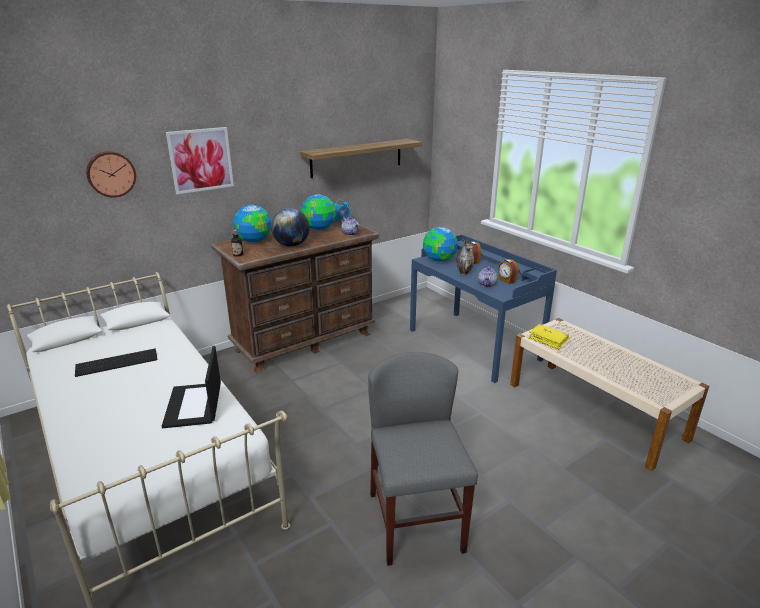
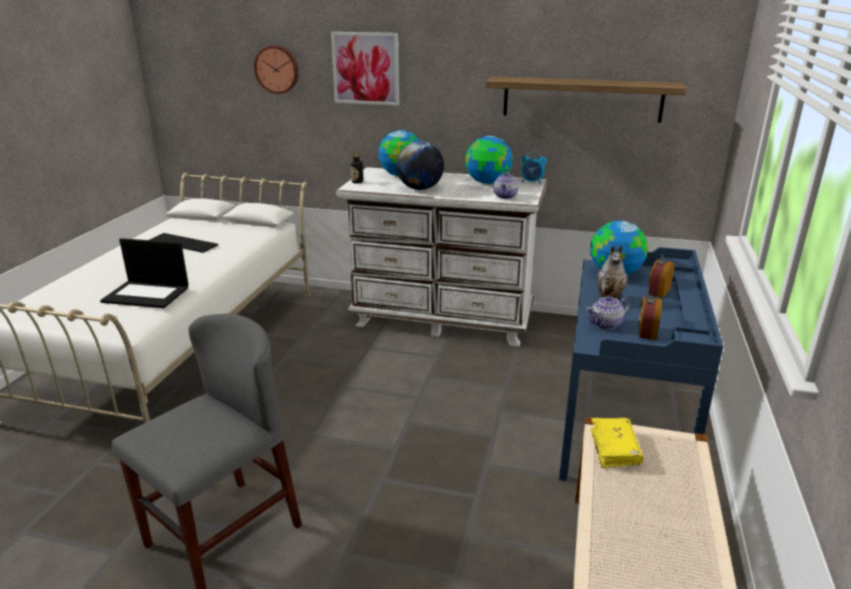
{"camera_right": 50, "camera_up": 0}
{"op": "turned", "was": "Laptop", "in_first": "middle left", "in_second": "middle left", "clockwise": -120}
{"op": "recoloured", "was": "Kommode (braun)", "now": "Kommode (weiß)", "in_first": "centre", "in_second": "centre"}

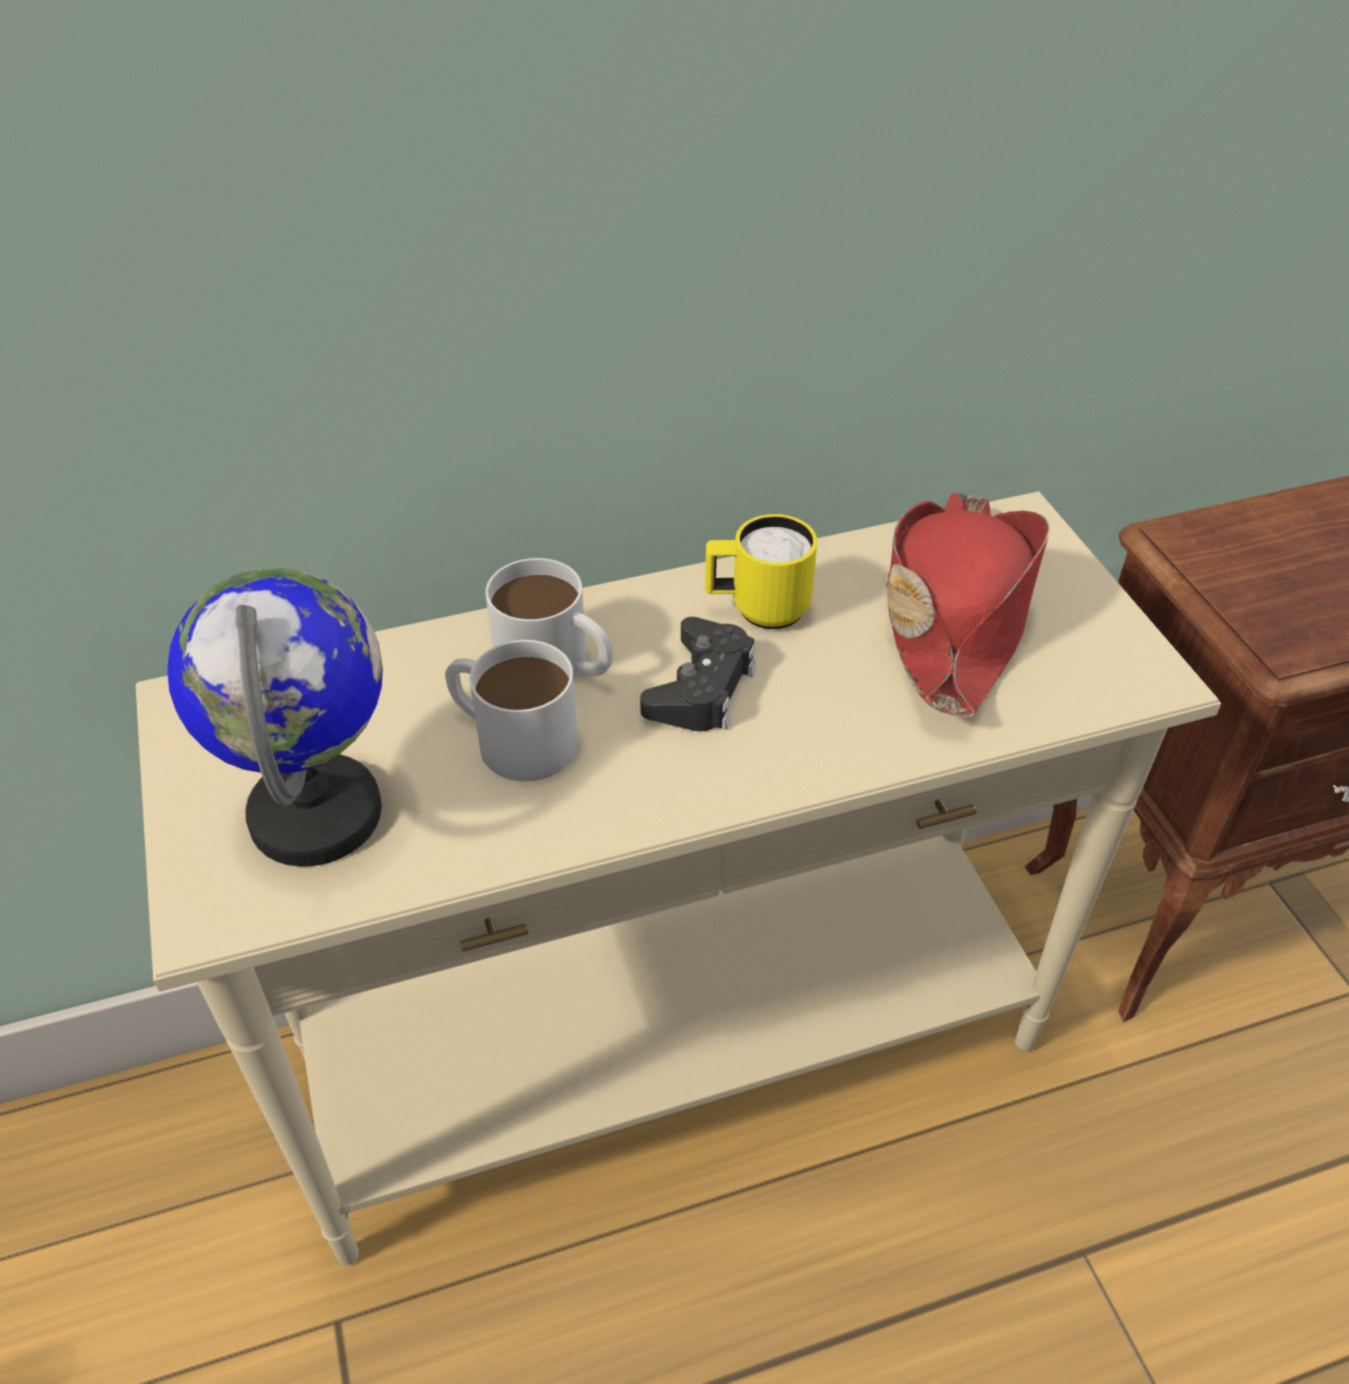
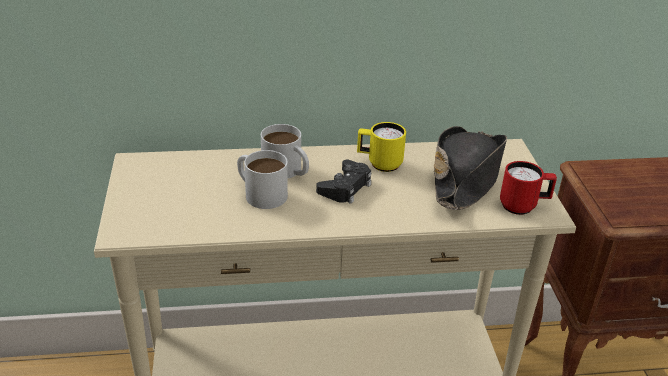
{"camera_right": 10, "camera_up": -10}
{"op": "removed", "was": "Globus", "in_first": "middle left"}
{"op": "recoloured", "was": "Hut (rot)", "now": "Hut (schwarz)", "in_first": "middle right", "in_second": "middle right"}
{"op": "added", "now": "Henkelbecher (rot)", "in_second": "middle right"}

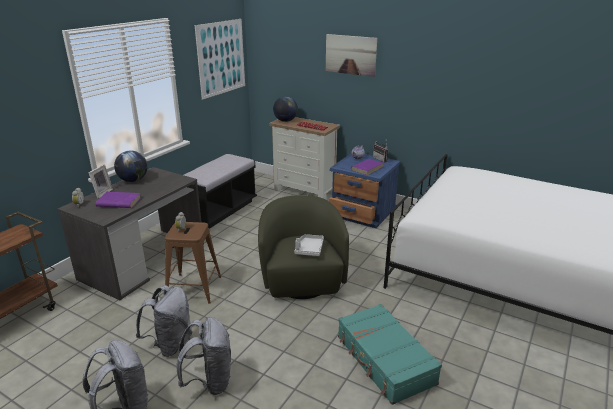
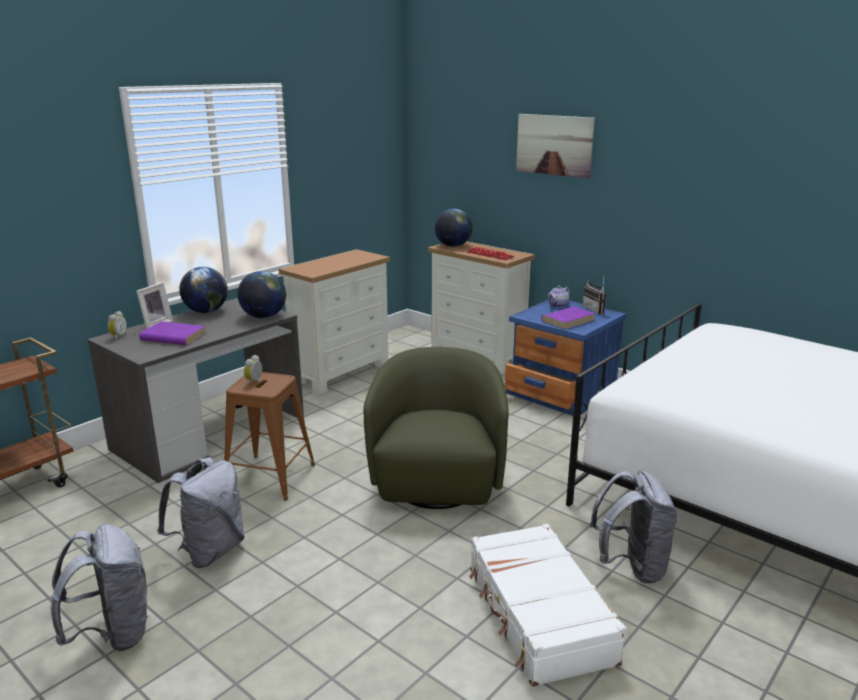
{"camera_right": 10, "camera_up": -5}
{"op": "moved", "was": "Rucksack (grau) (3rd from left)", "in_first": "bottom left", "in_second": "bottom right"}
{"op": "replaced", "was": "Bank (schwarz)", "now": "Kommode (weiß) (1st from left)", "in_first": "centre", "in_second": "centre"}
{"op": "removed", "was": "Bild (1st from left)", "in_first": "top centre"}
{"op": "removed", "was": "Tablett (grau)", "in_first": "centre"}
{"op": "recoloured", "was": "Koffer (türkis)", "now": "Koffer (weiß)", "in_first": "bottom centre", "in_second": "bottom centre"}
{"op": "added", "now": "Globus (2nd from left)", "in_second": "middle left"}

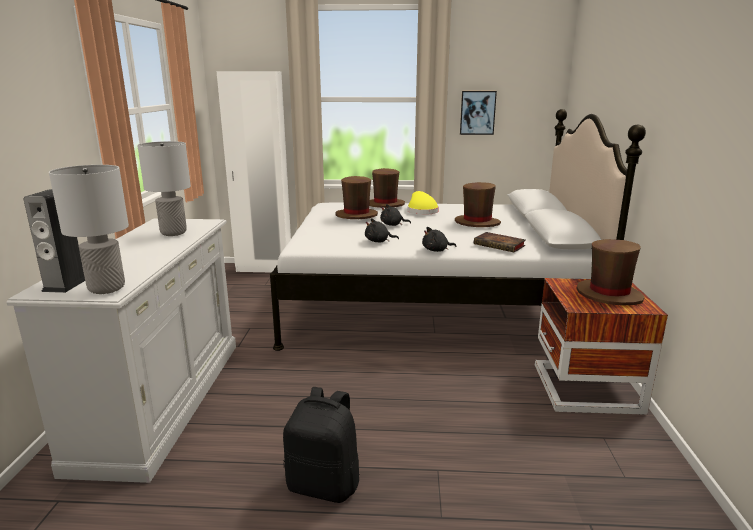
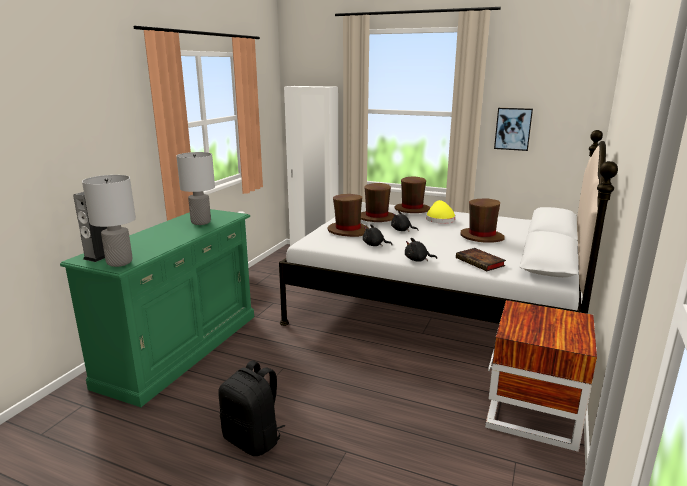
{"camera_right": 20, "camera_up": 0}
{"op": "recoloured", "was": "Kommode (weiß)", "now": "Kommode (grün)", "in_first": "middle left", "in_second": "middle left"}
{"op": "moved", "was": "Hut (braun) (4th from left in the first image)", "now": "Hut (braun) (1st from left)", "in_first": "middle right", "in_second": "centre"}

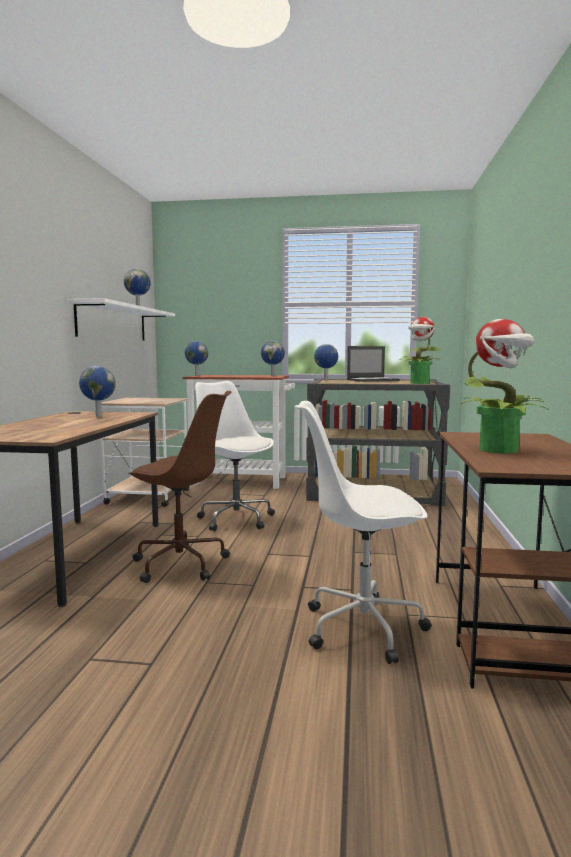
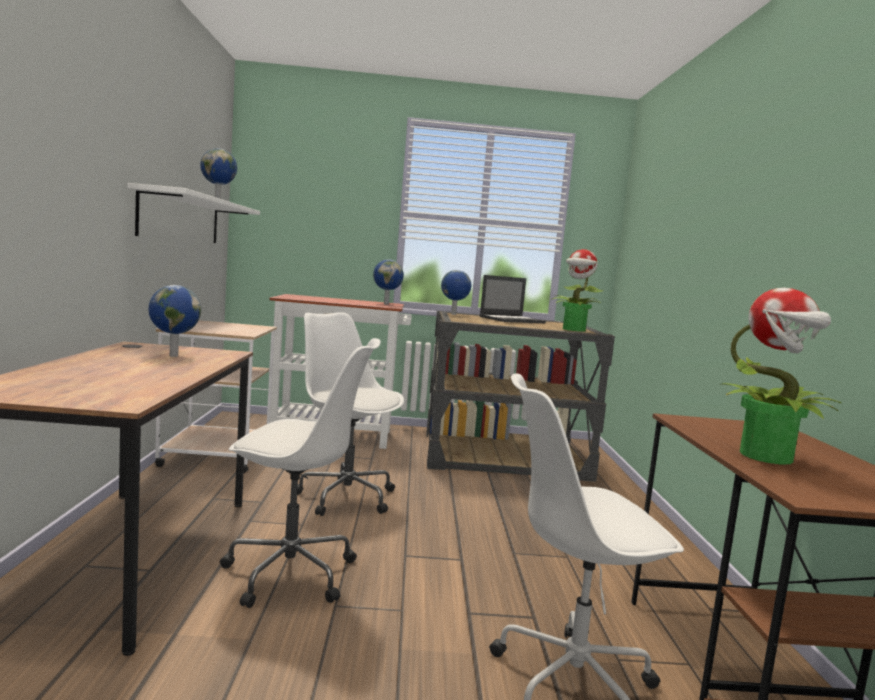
{"camera_right": -10, "camera_up": 0}
{"op": "recoloured", "was": "Bürostuhl (braun)", "now": "Bürostuhl (weiß) (1st from left)", "in_first": "middle left", "in_second": "bottom centre"}
{"op": "removed", "was": "Globus (3rd from left)", "in_first": "centre"}

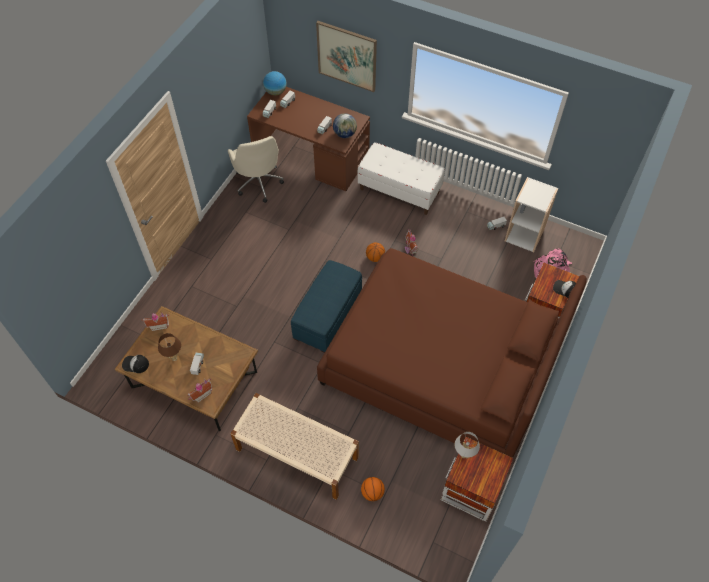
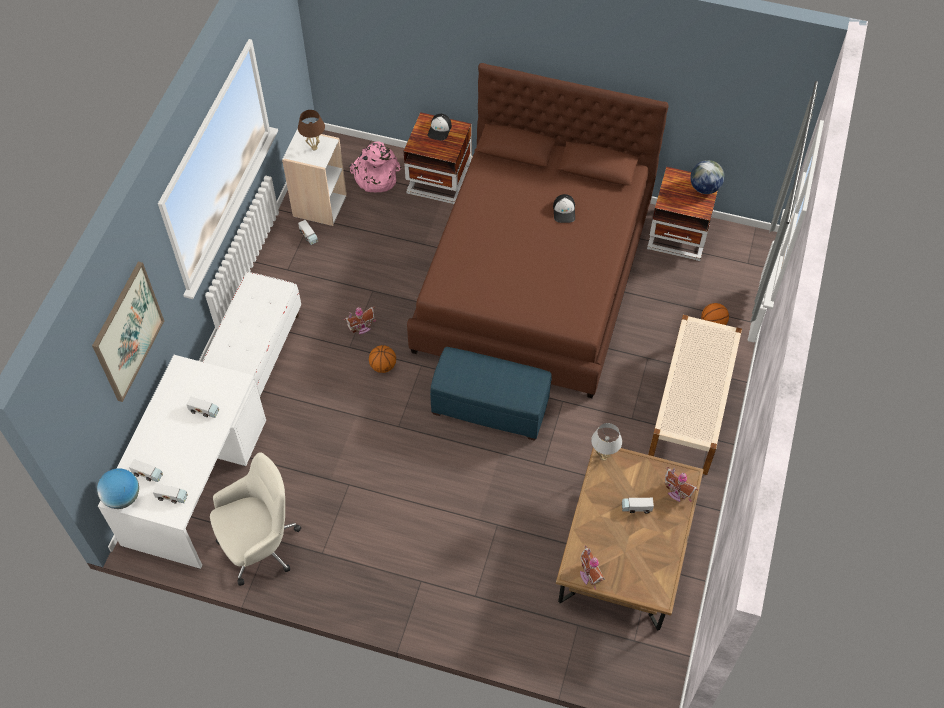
{"camera_right": -100, "camera_up": 0}
{"op": "moved", "was": "Kappe (1st from left in the first image)", "now": "Kappe (2nd from left)", "in_first": "middle left", "in_second": "top centre"}
{"op": "moved", "was": "Tischlampe (braun)", "in_first": "middle left", "in_second": "top left"}
{"op": "recoloured", "was": "Schreibtisch (braun)", "now": "Schreibtisch (weiß)", "in_first": "top centre", "in_second": "middle left"}
{"op": "moved", "was": "Globus (2nd from left)", "in_first": "top centre", "in_second": "top right"}
{"op": "moved", "was": "Tischlampe (weiß)", "in_first": "bottom centre", "in_second": "centre"}

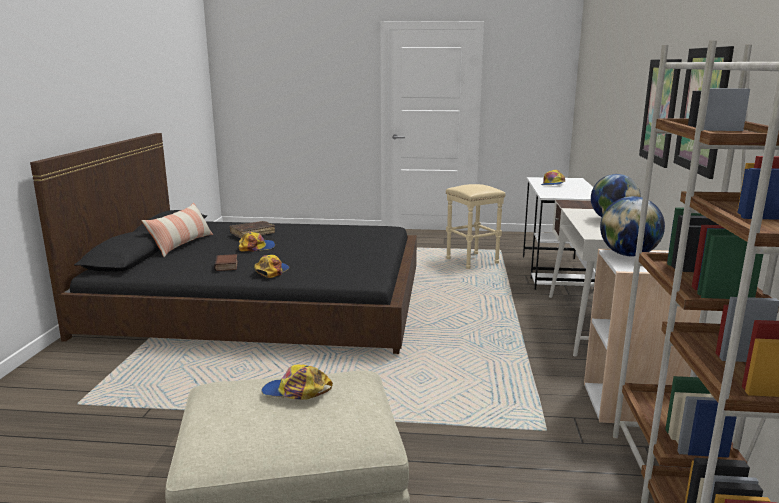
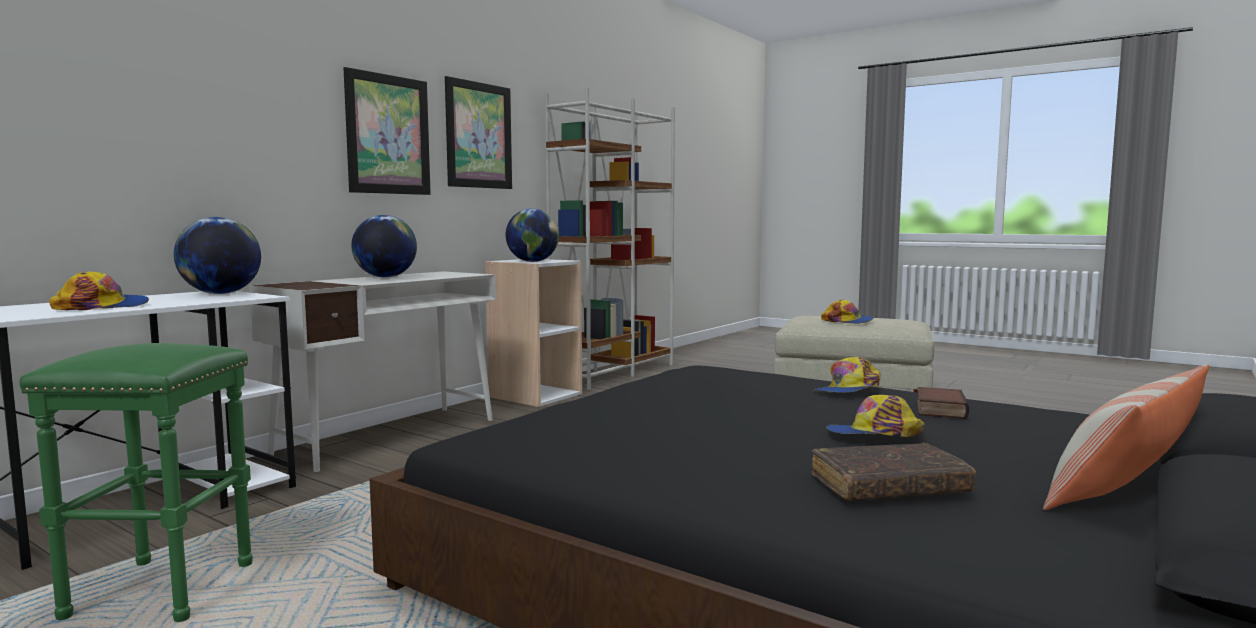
{"camera_right": -150, "camera_up": -10}
{"op": "recoloured", "was": "Hocker (beige)", "now": "Hocker (grün)", "in_first": "centre", "in_second": "bottom left"}
{"op": "added", "now": "Globus (1st from left)", "in_second": "middle left"}

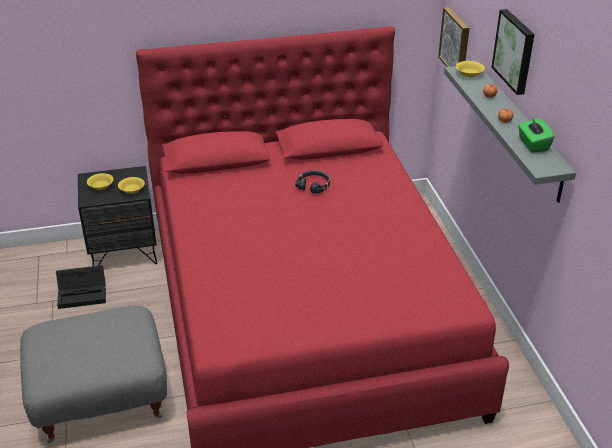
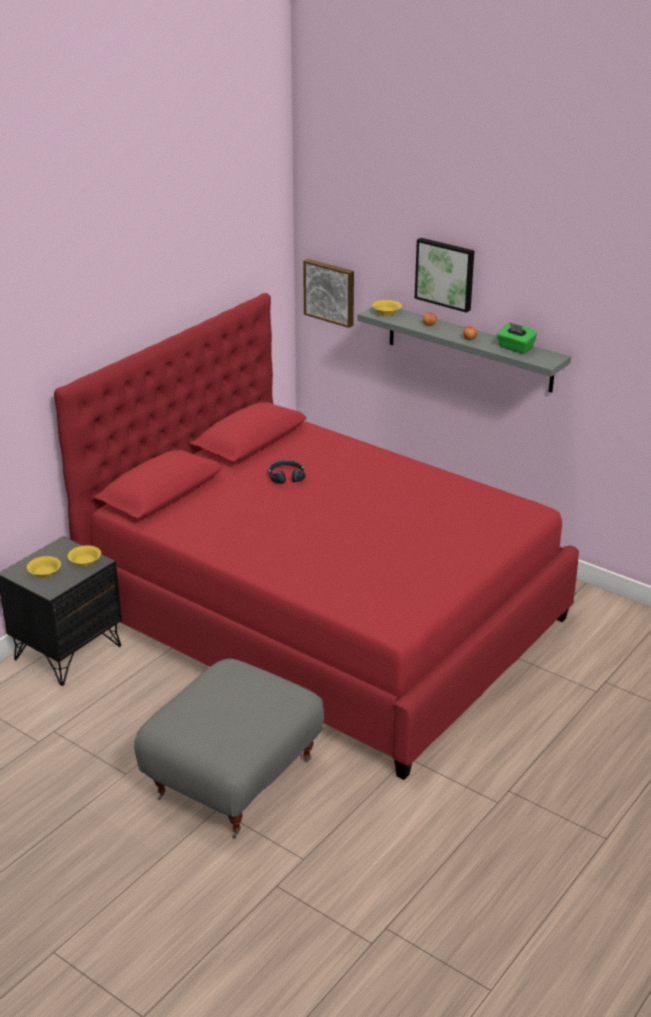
{"camera_right": -40, "camera_up": -5}
{"op": "removed", "was": "Aufbewahrungsbox (schwarz)", "in_first": "middle left"}

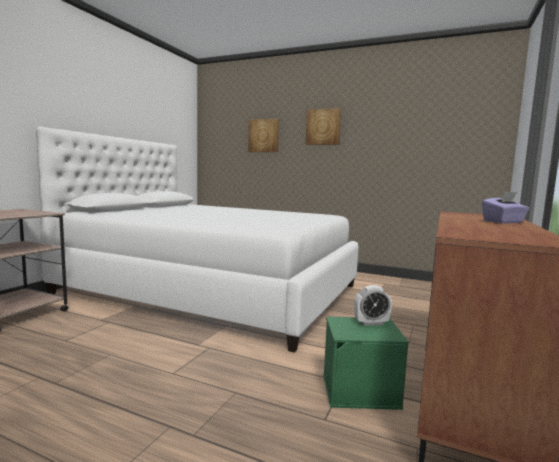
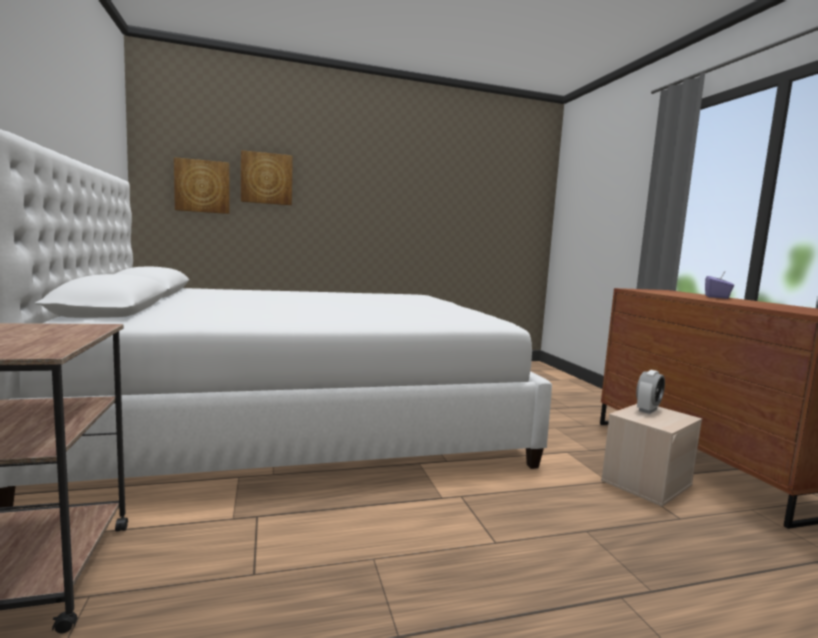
{"camera_right": -40, "camera_up": 0}
{"op": "moved", "was": "Bild (2nd from left in the first image)", "now": "Bild (1st from left)", "in_first": "top centre", "in_second": "top left"}
{"op": "recoloured", "was": "Aufbewahrungsbox (grün)", "now": "Aufbewahrungsbox (beige)", "in_first": "bottom centre", "in_second": "bottom right"}

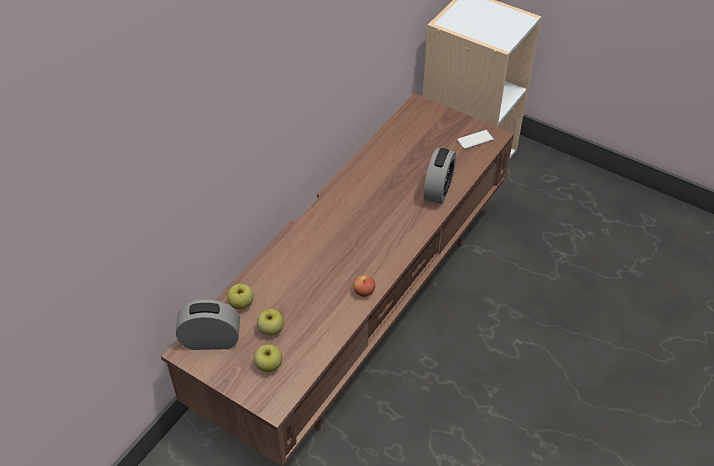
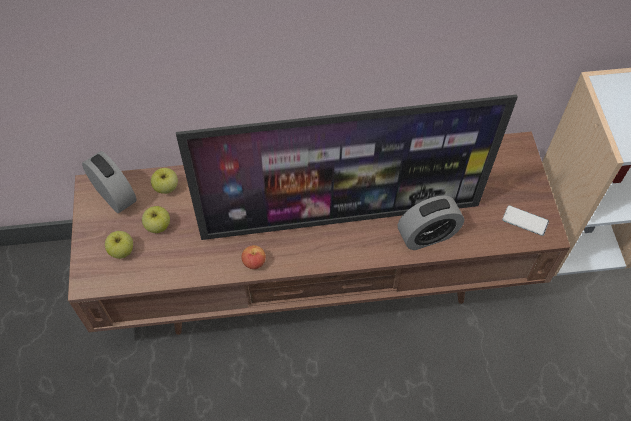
{"camera_right": 50, "camera_up": 10}
{"op": "added", "now": "Fernseher", "in_second": "centre"}

